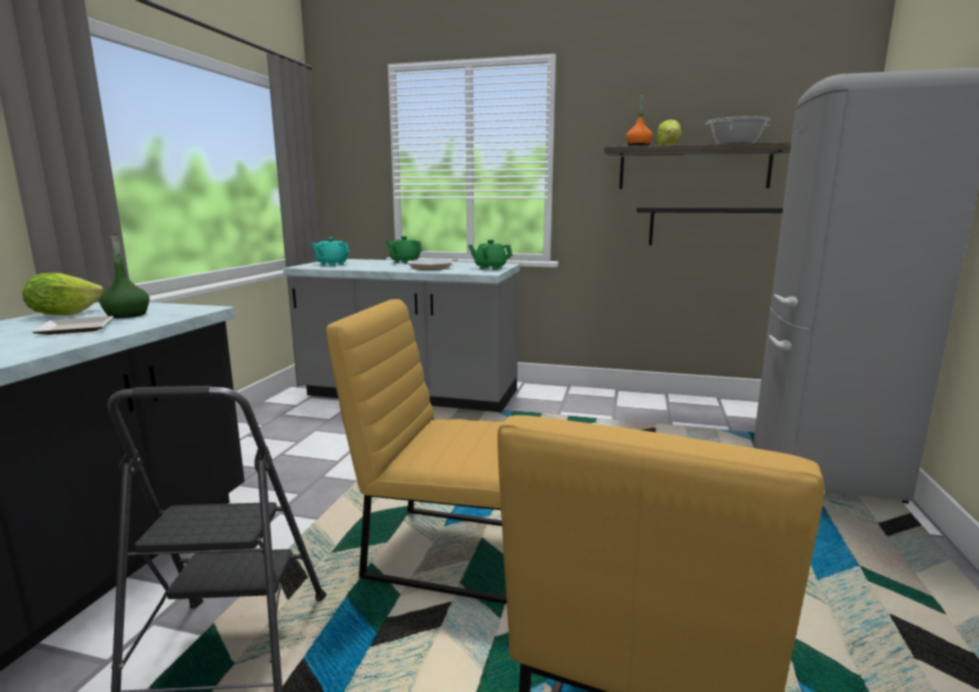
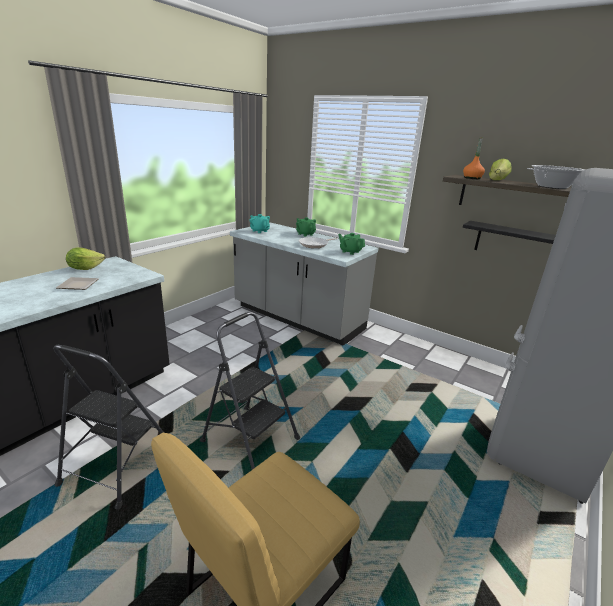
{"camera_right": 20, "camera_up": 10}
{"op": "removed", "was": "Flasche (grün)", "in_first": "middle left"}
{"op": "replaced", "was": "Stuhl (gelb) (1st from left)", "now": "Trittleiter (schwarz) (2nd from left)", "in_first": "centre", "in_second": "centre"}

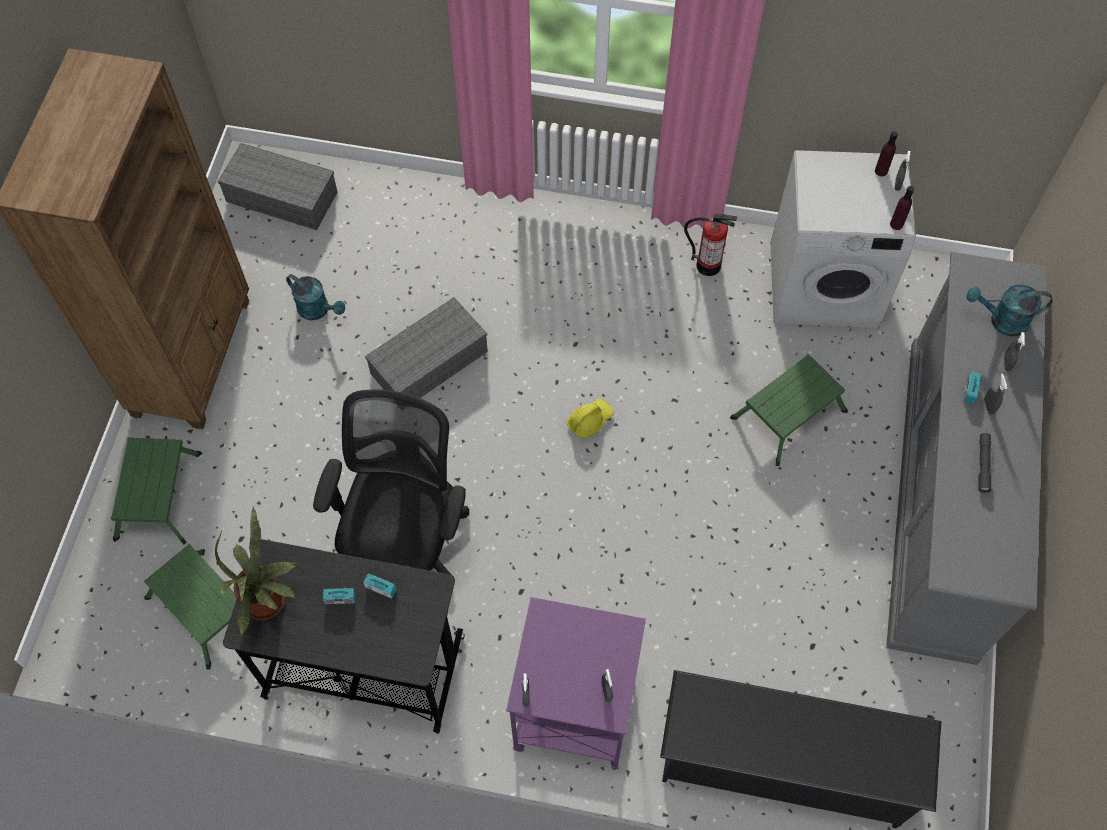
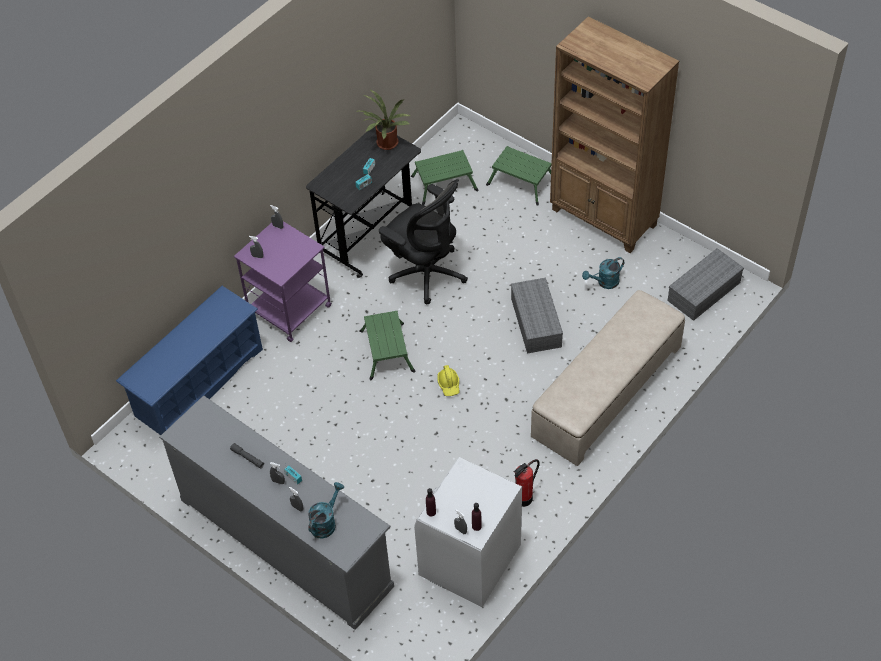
{"camera_right": 120, "camera_up": -10}
{"op": "recoloured", "was": "Schuhregal (schwarz)", "now": "Schuhregal (blau)", "in_first": "bottom right", "in_second": "middle left"}
{"op": "moved", "was": "Trittleiter (grün) (3rd from left in the first image)", "now": "Trittleiter (grün) (1st from left)", "in_first": "middle right", "in_second": "centre"}
{"op": "added", "now": "Bank (beige)", "in_second": "middle right"}

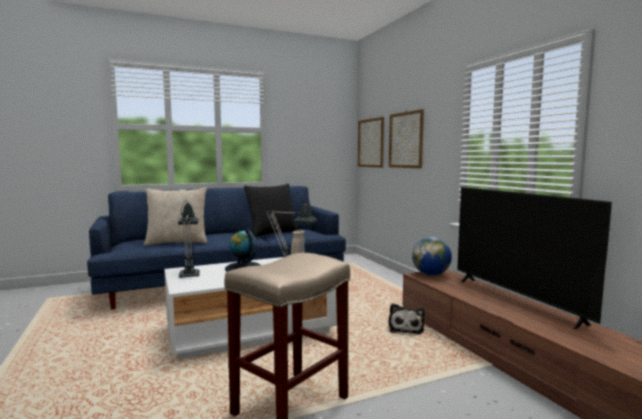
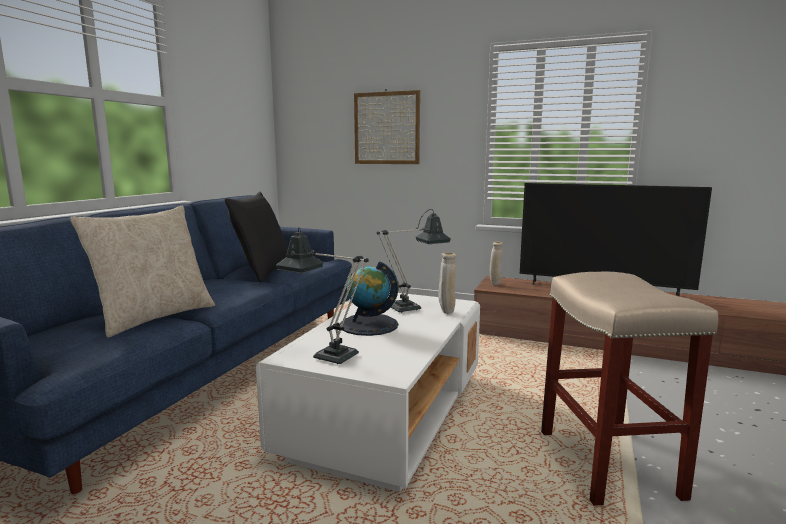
{"camera_right": -45, "camera_up": 5}
{"op": "removed", "was": "Bild (1st from left)", "in_first": "centre"}
{"op": "removed", "was": "Plüschtier", "in_first": "bottom centre"}
{"op": "replaced", "was": "Globus (2nd from left)", "now": "Vase (beige) (2nd from left)", "in_first": "middle right", "in_second": "centre"}

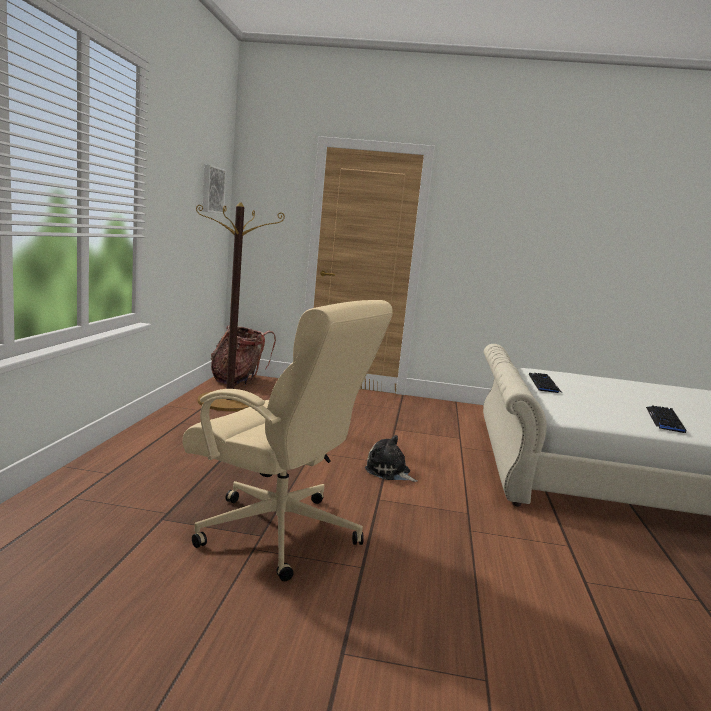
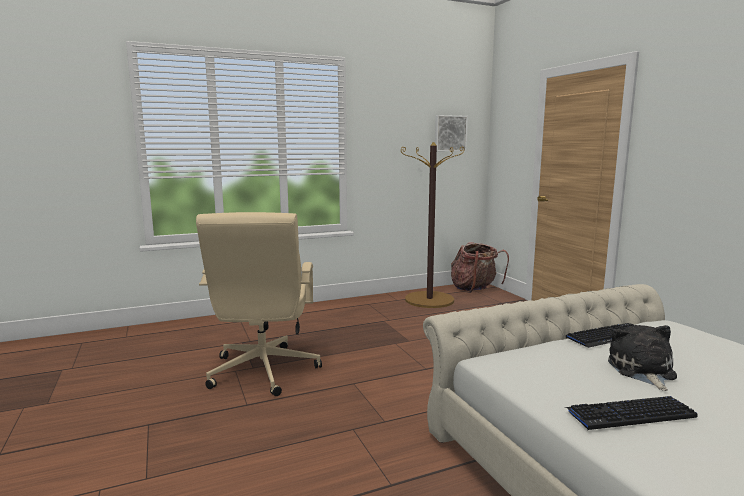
{"camera_right": 60, "camera_up": 0}
{"op": "moved", "was": "Plüschtier", "in_first": "centre", "in_second": "bottom right"}

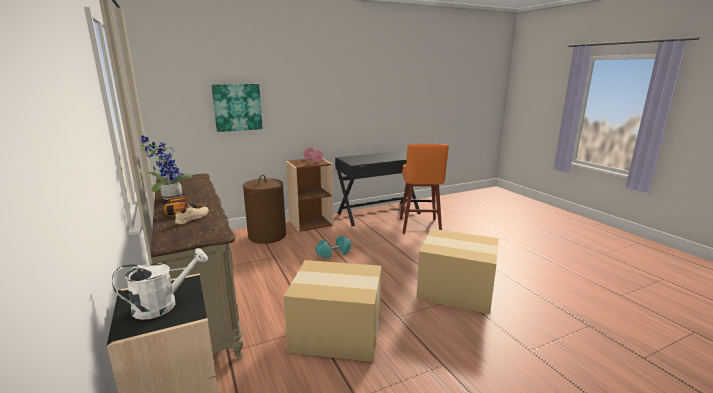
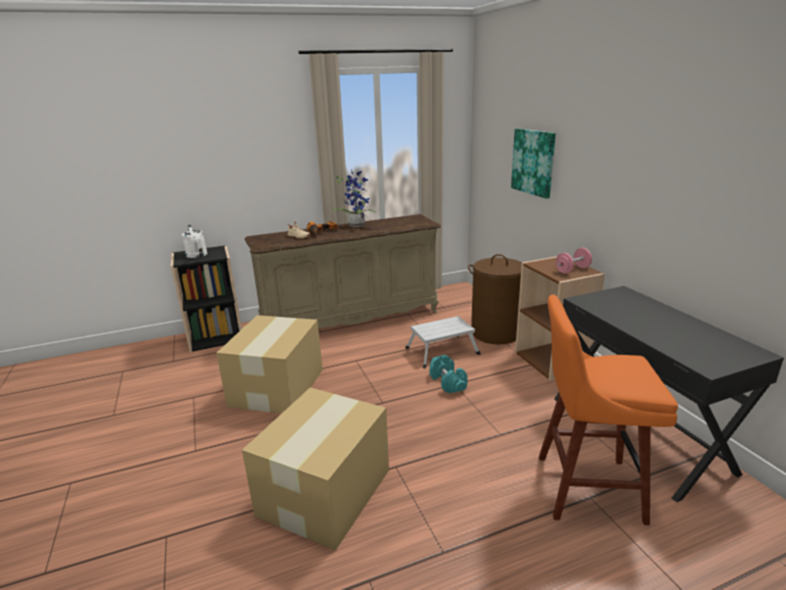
{"camera_right": 95, "camera_up": 5}
{"op": "added", "now": "Trittleiter (weiß)", "in_second": "centre"}

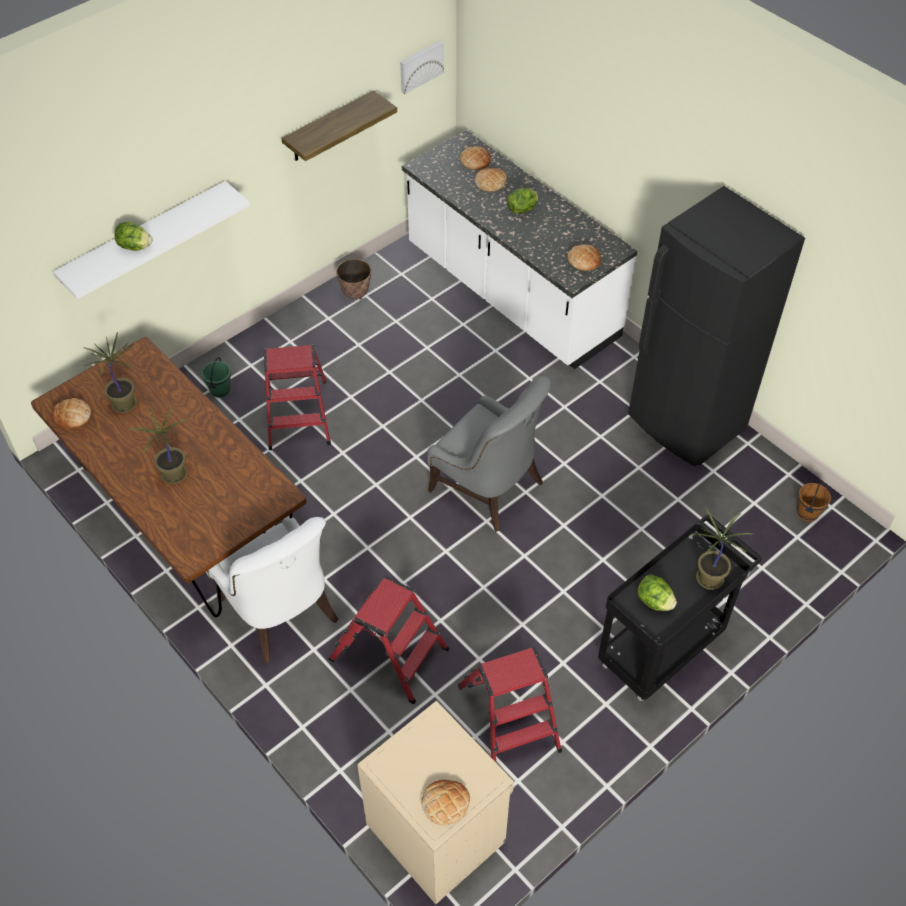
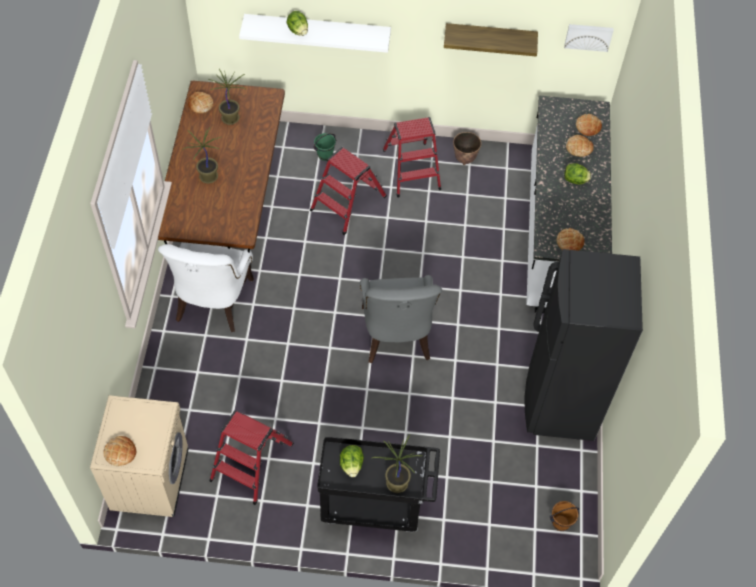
{"camera_right": 45, "camera_up": 5}
{"op": "moved", "was": "Trittleiter (rot) (2nd from left in the first image)", "now": "Trittleiter (rot) (3rd from left)", "in_first": "bottom centre", "in_second": "top centre"}

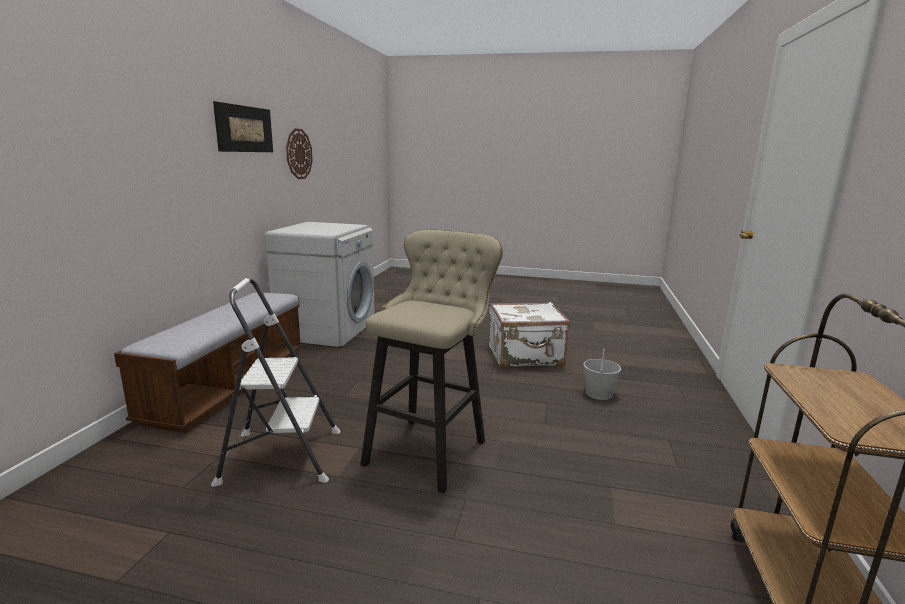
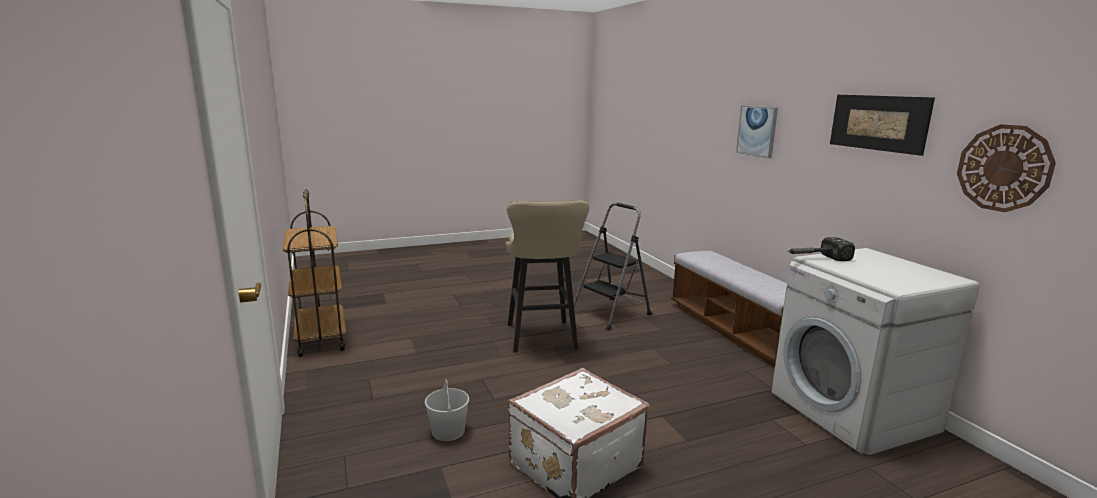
{"camera_right": 145, "camera_up": 0}
{"op": "recoloured", "was": "Trittleiter (weiß)", "now": "Trittleiter (schwarz)", "in_first": "middle left", "in_second": "centre"}
{"op": "added", "now": "Bild (1st from left)", "in_second": "top right"}
{"op": "added", "now": "Hammer", "in_second": "middle right"}

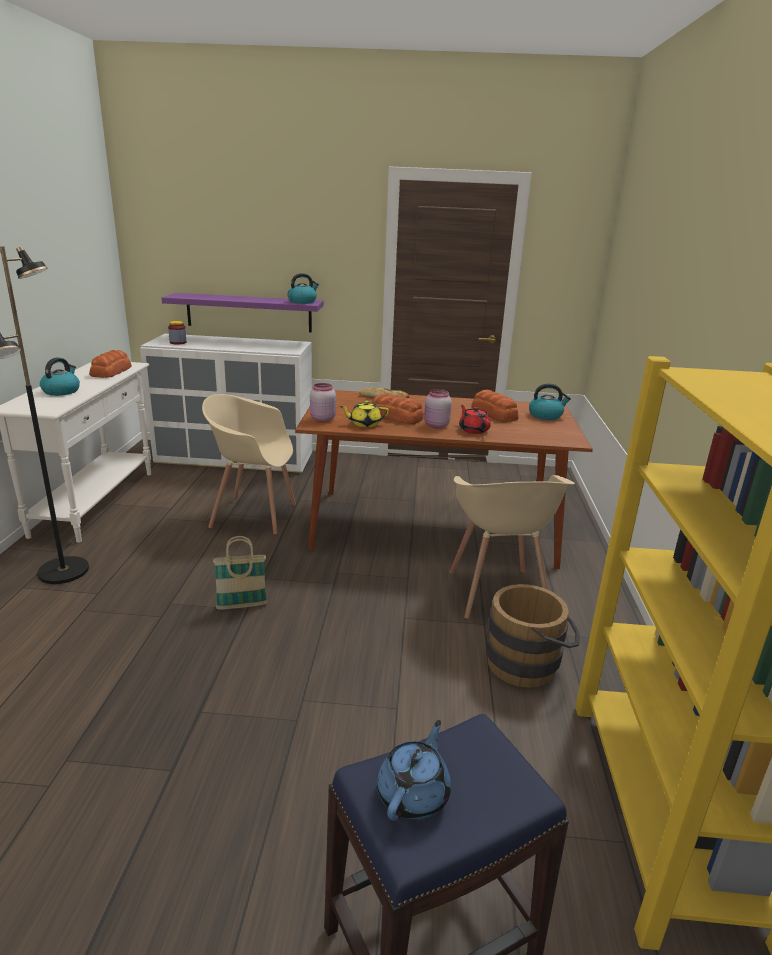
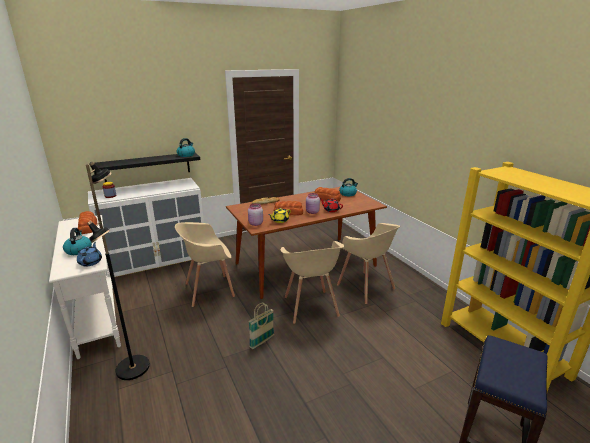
{"camera_right": -30, "camera_up": 0}
{"op": "recoloured", "was": "Wandregal (lila)", "now": "Wandregal (schwarz)", "in_first": "top left", "in_second": "middle left"}
{"op": "moved", "was": "Teekanne (blau)", "in_first": "bottom centre", "in_second": "middle left"}
{"op": "removed", "was": "Eimer (braun)", "in_first": "middle right"}
{"op": "added", "now": "Stuhl (beige) (2nd from left)", "in_second": "centre"}

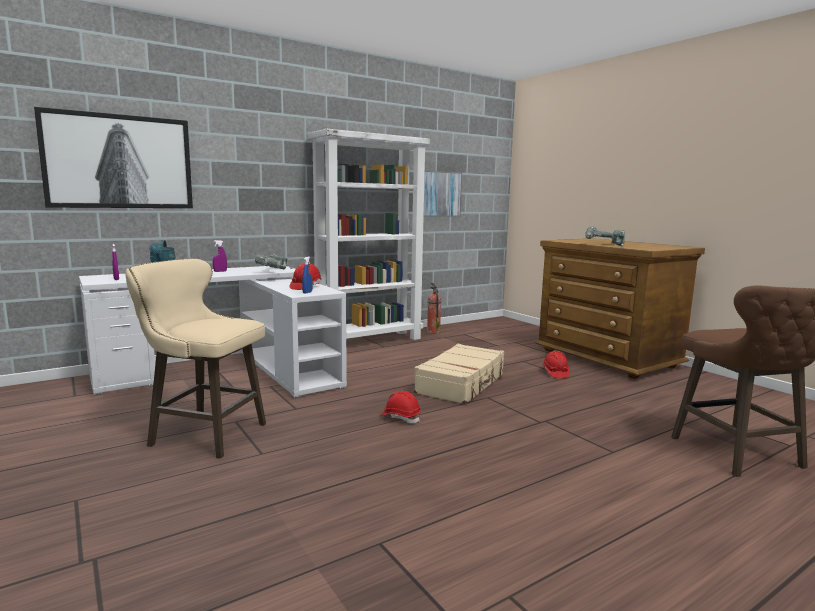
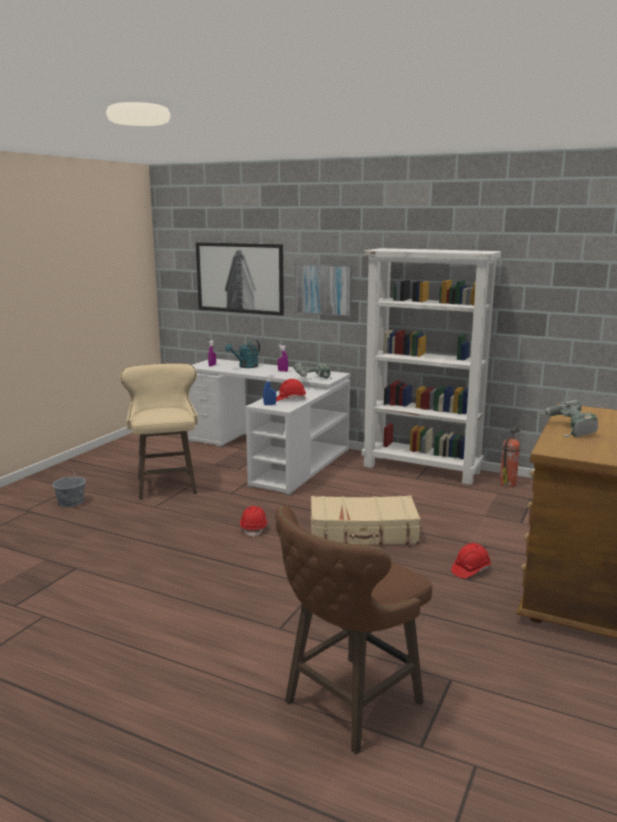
{"camera_right": 60, "camera_up": 5}
{"op": "moved", "was": "Bild (2nd from left)", "in_first": "top centre", "in_second": "centre"}
{"op": "added", "now": "Eimer (grau)", "in_second": "middle left"}

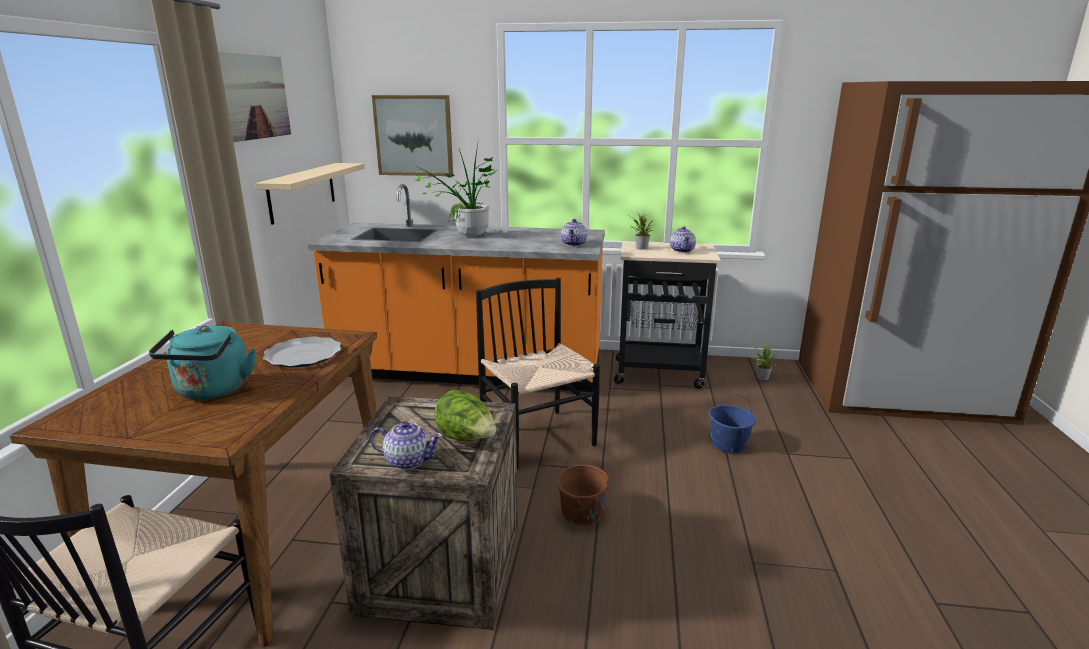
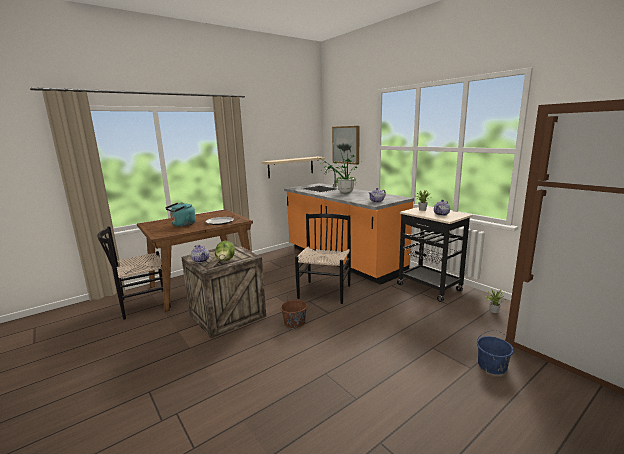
{"camera_right": 45, "camera_up": -5}
{"op": "removed", "was": "Bild (1st from left)", "in_first": "top left"}
{"op": "moved", "was": "Eimer (blau)", "in_first": "middle right", "in_second": "bottom right"}

